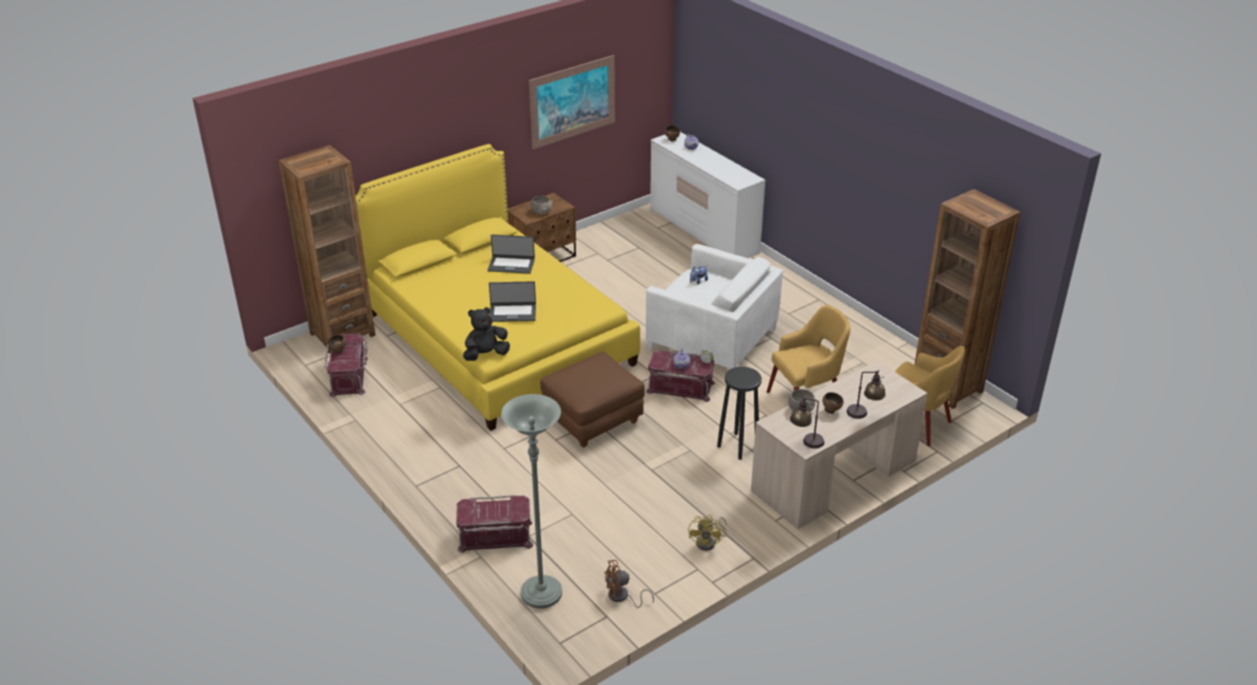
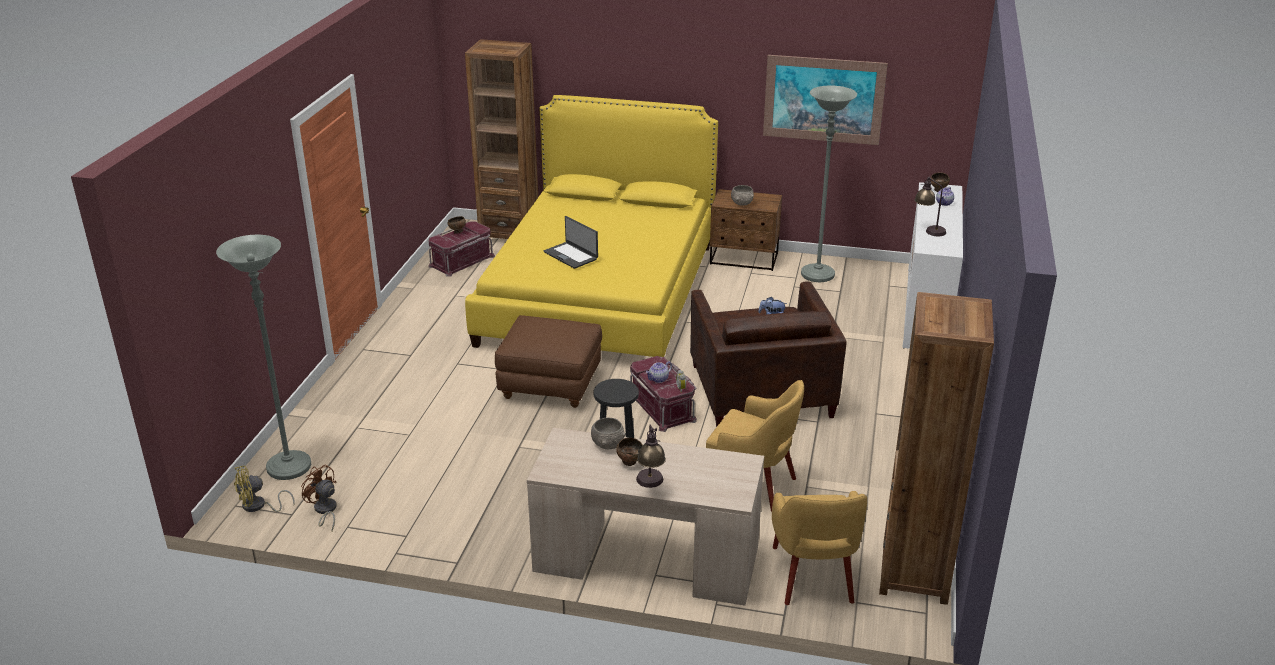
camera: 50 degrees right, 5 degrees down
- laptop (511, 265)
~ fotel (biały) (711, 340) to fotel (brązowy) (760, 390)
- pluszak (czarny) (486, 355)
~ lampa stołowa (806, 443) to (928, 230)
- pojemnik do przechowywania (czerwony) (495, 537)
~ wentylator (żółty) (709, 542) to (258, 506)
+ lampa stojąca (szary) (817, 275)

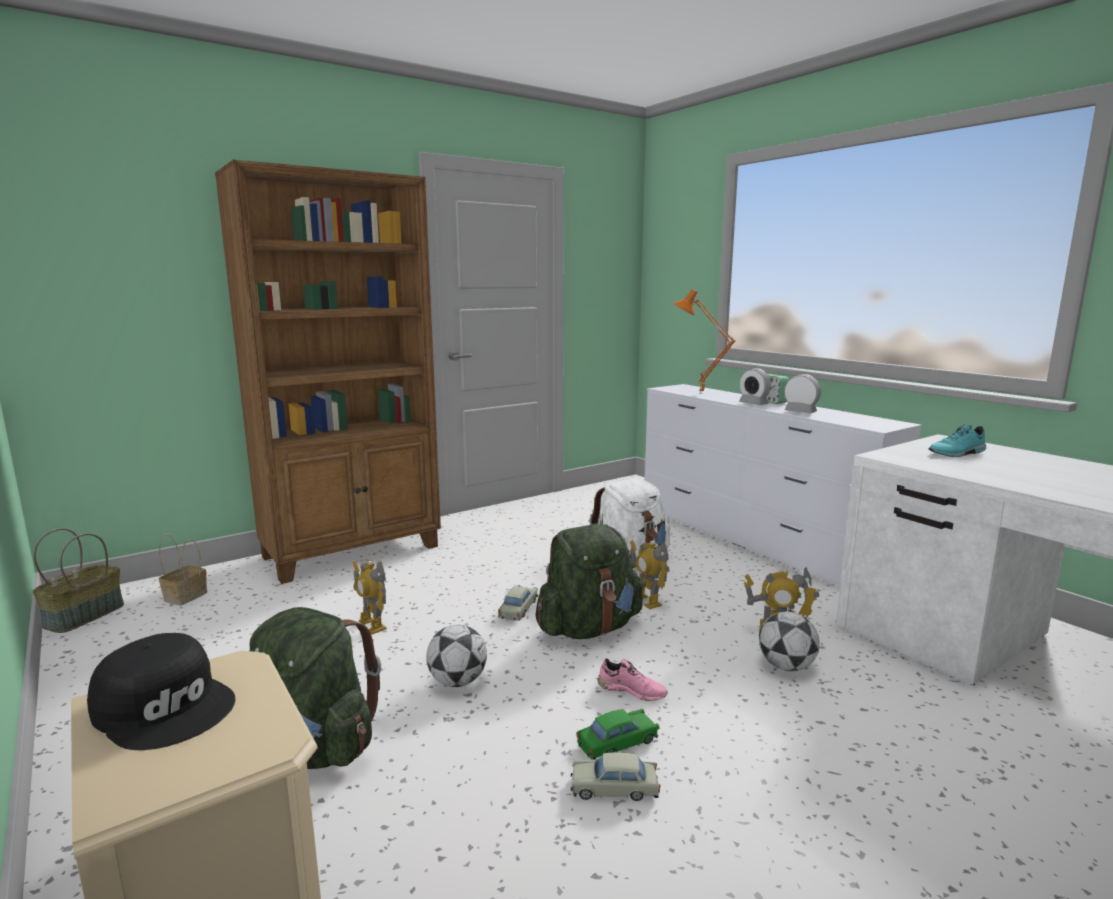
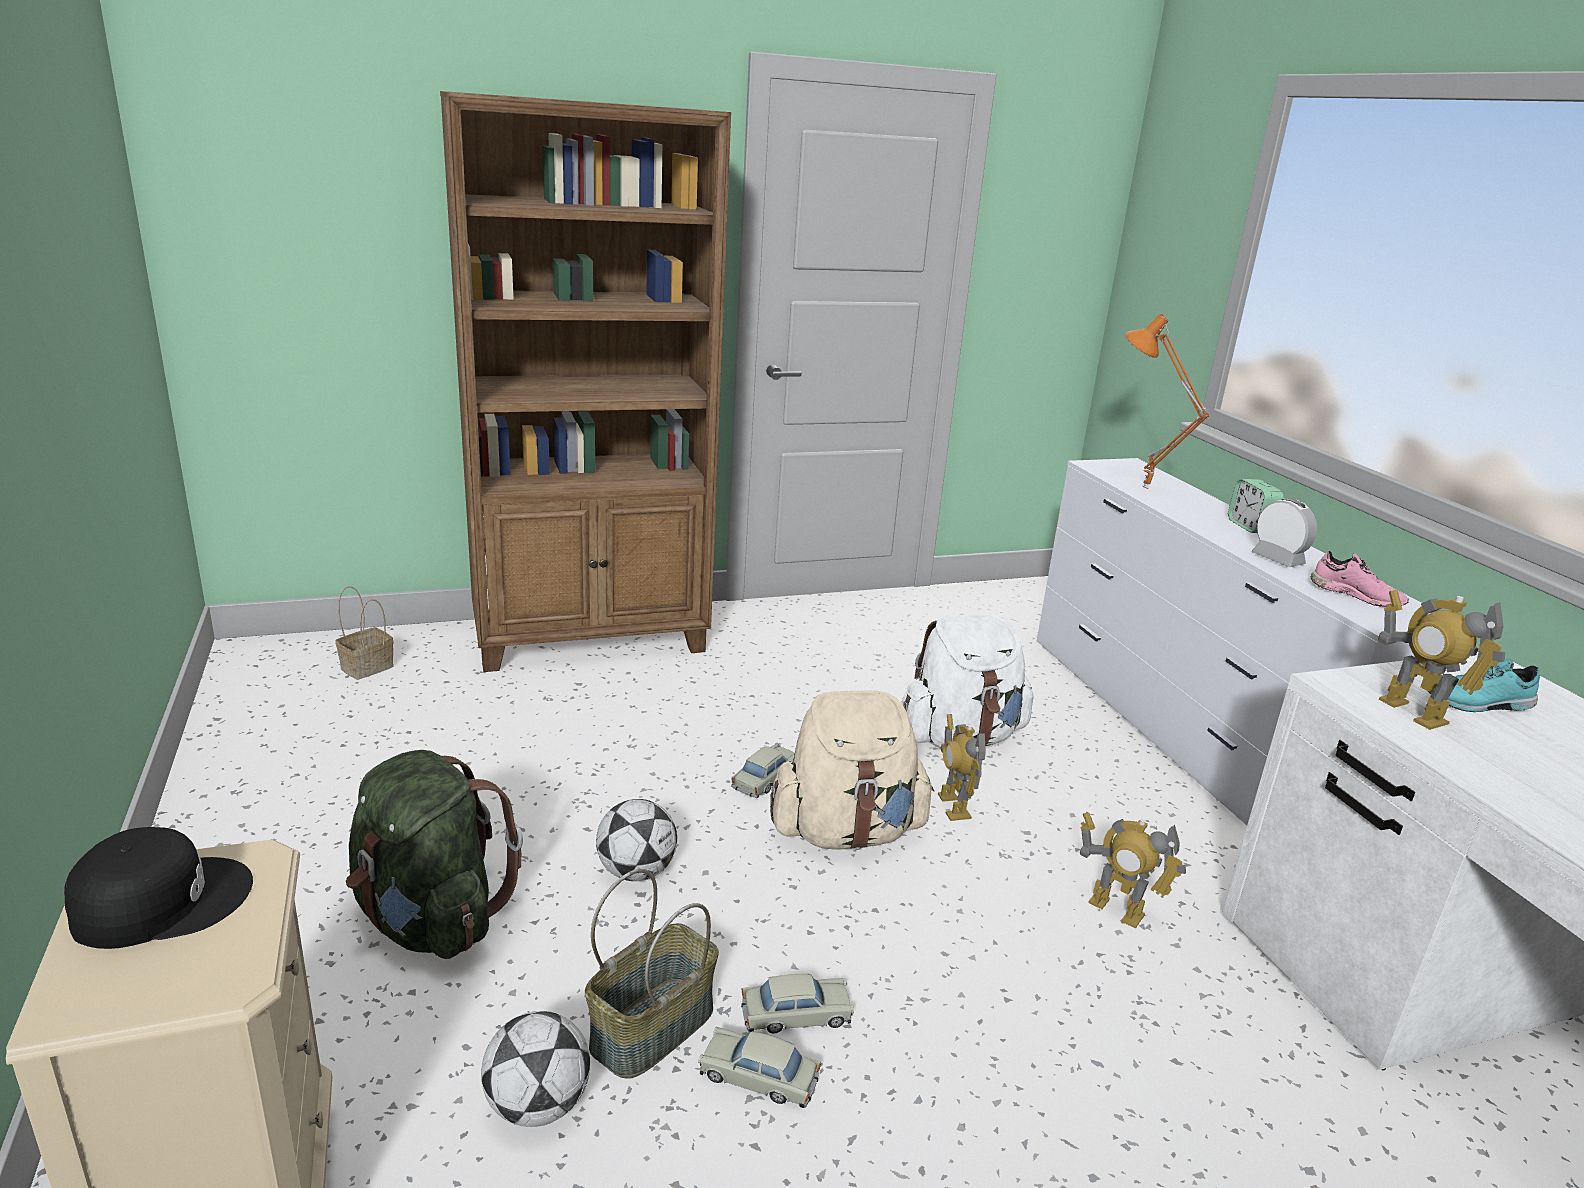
camera: 15 degrees right, 10 degrees up
- budzik (753, 403)
~ plecak (zielony) (588, 628) to plecak (beżowy) (847, 832)
~ koszyk (84, 615) to (652, 1026)
~ robot zabawkowy (372, 625) to (1412, 712)
~ piłka futbolowa (786, 666) to (538, 1106)
~ czapka z daszkiem (czarny) (166, 706) = (161, 900) 75 degrees counterclockwise
~ but (różowy) (632, 690) to (1357, 595)
~ samochodzik (zielony) (617, 742) to samochodzik (beżowy) (796, 1015)

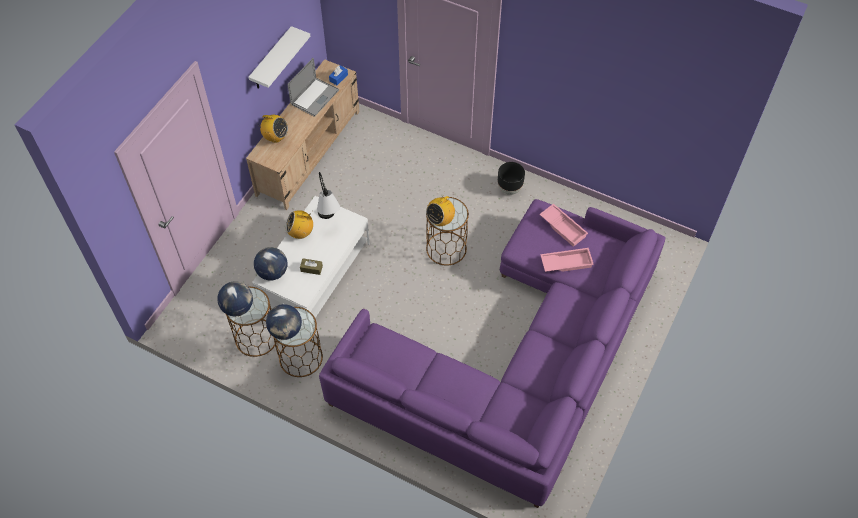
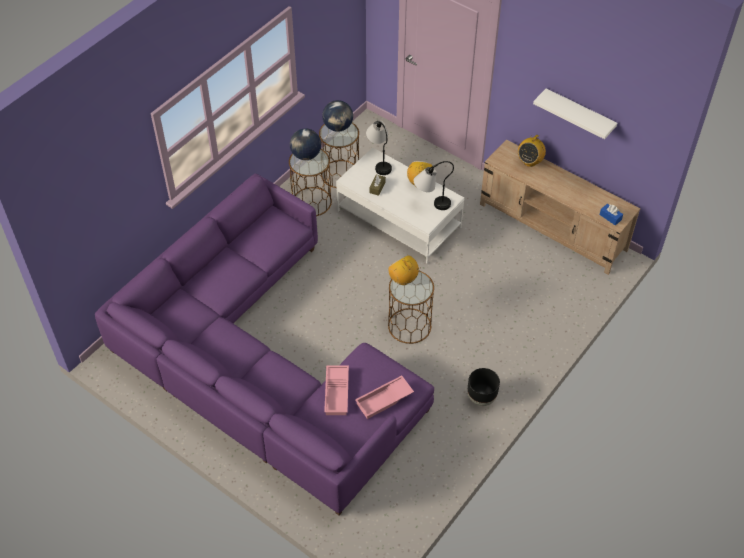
camera: 100 degrees right, 5 degrees down
- laptop (315, 97)
~ globus (273, 272) to lampa stołowa (379, 161)

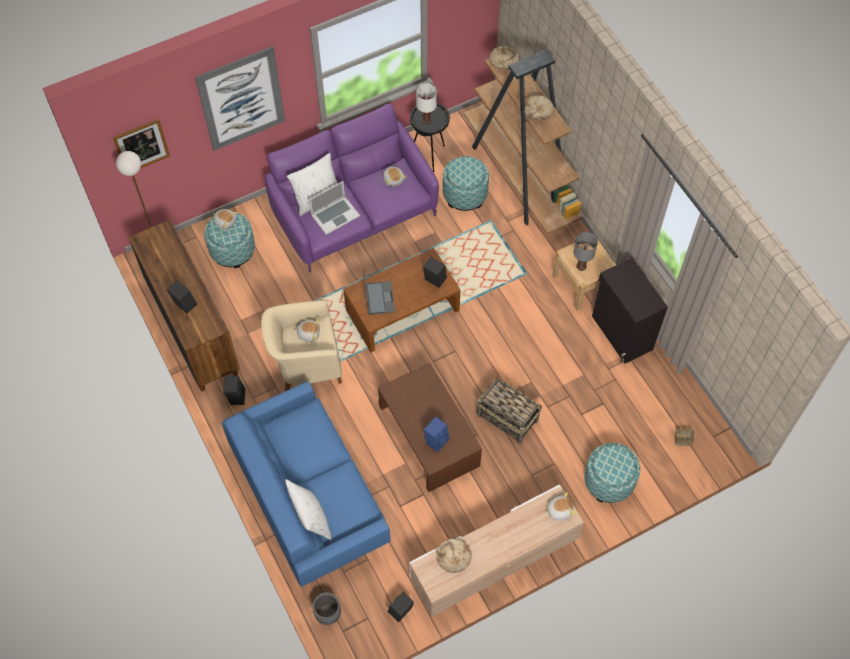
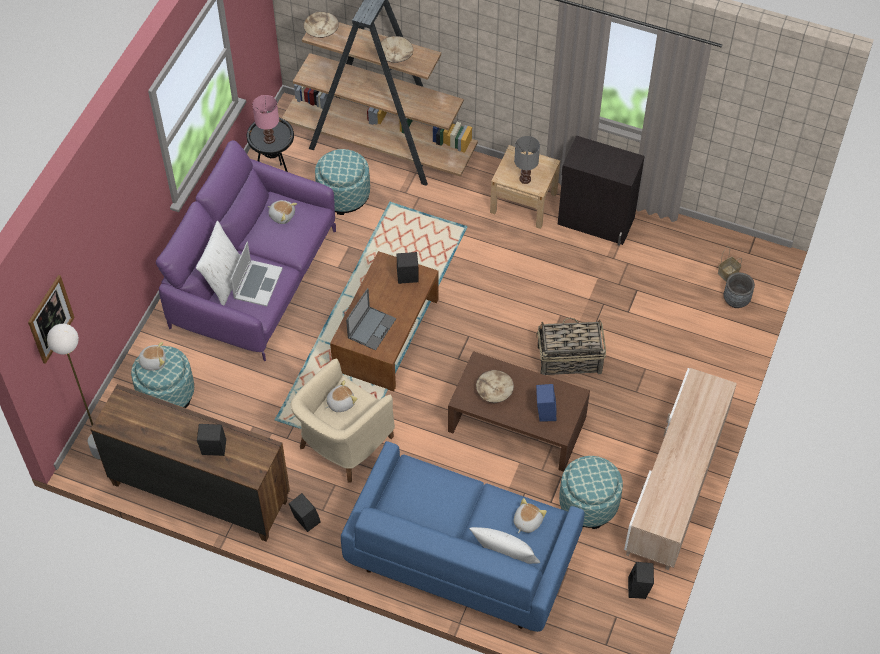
camera: 40 degrees left, 5 degrees down
- obraz (241, 99)
~ lampa stołowa (biały) (426, 120) to lampa stołowa (różowy) (269, 139)
~ laptop (379, 297) = (372, 328) 75 degrees clockwise
~ pufa (609, 481) to (588, 504)
~ pluszak (559, 510) to (526, 521)
~ miska (beżowy) (453, 558) to (494, 391)
~ donica (szary) (327, 613) to (736, 300)

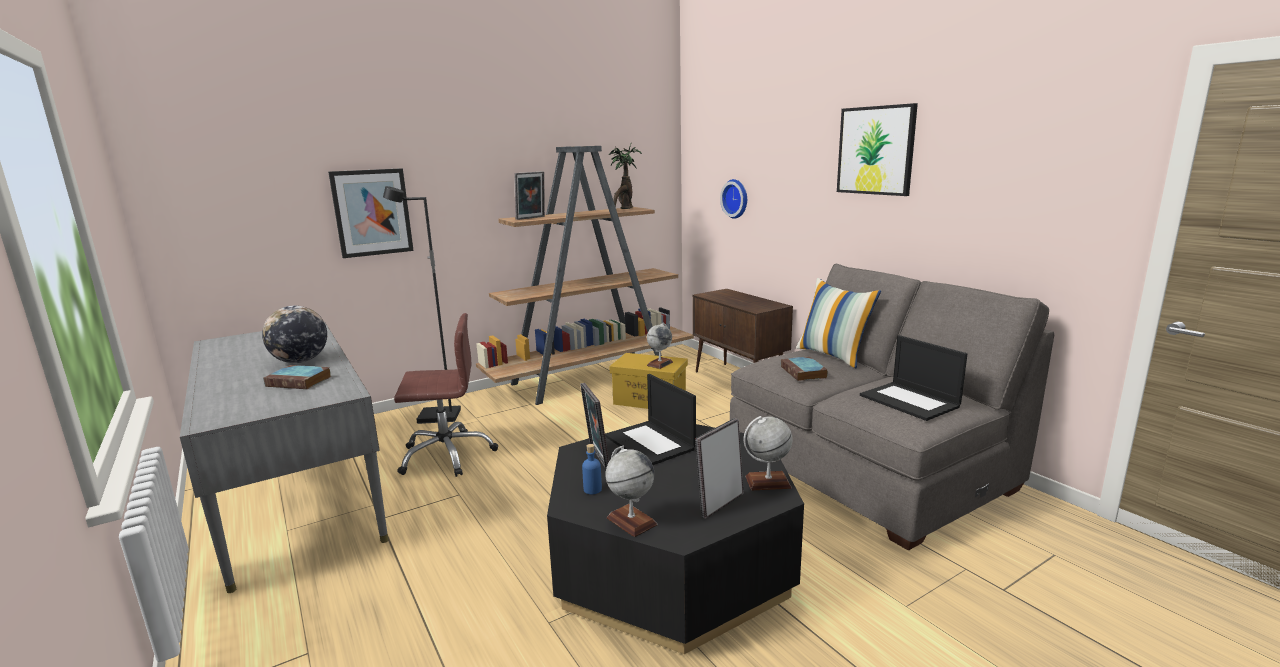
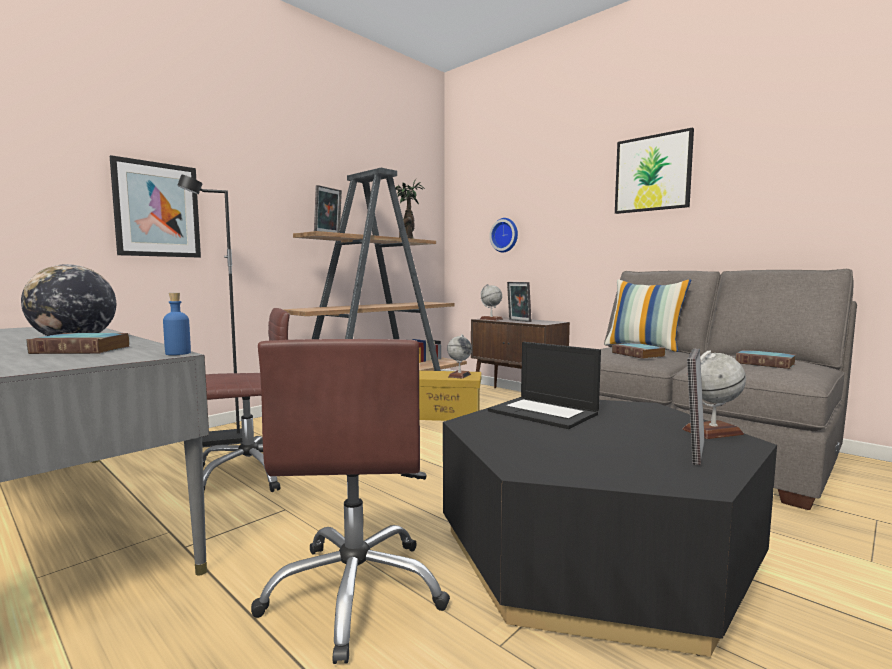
camera: 15 degrees left, 10 degrees down
~ laptop (910, 401) to książka (766, 363)
~ ramka na zdjęcie (596, 456) to (518, 321)
~ butelka (niebieski) (592, 489) to (178, 353)
~ globus (631, 521) to (491, 319)
+ krzesło biurowe (brązowy) (356, 592)

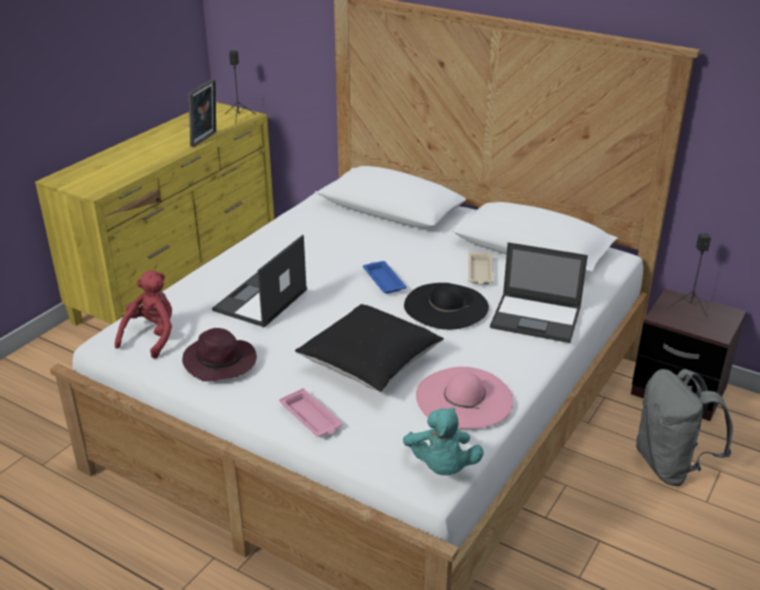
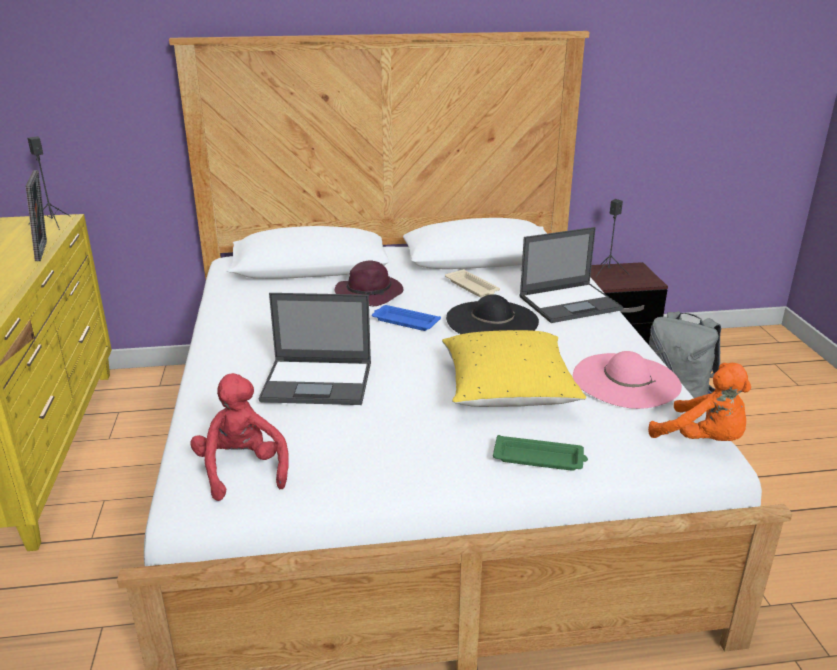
camera: 40 degrees left, 5 degrees down
~ laptop (260, 301) = (319, 382) 75 degrees counterclockwise
~ poduszka (czarny) (370, 364) to poduszka (żółty) (508, 391)
~ kapelusz (fioletowy) (221, 362) to (370, 293)
~ taca (różowy) (311, 418) to taca (zielony) (540, 459)
~ pluszak (turkusowy) (441, 467) to pluszak (pomarańczowy) (703, 440)

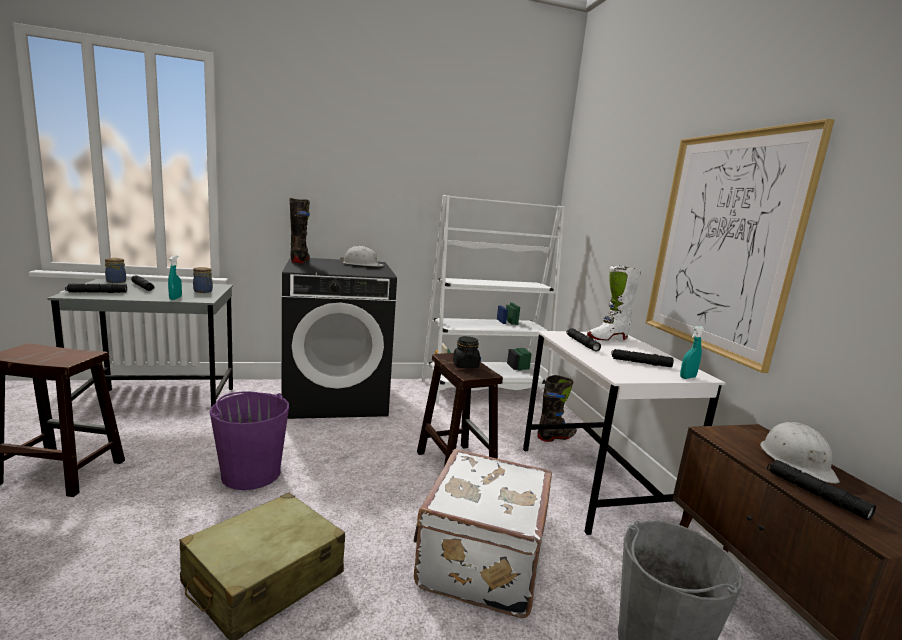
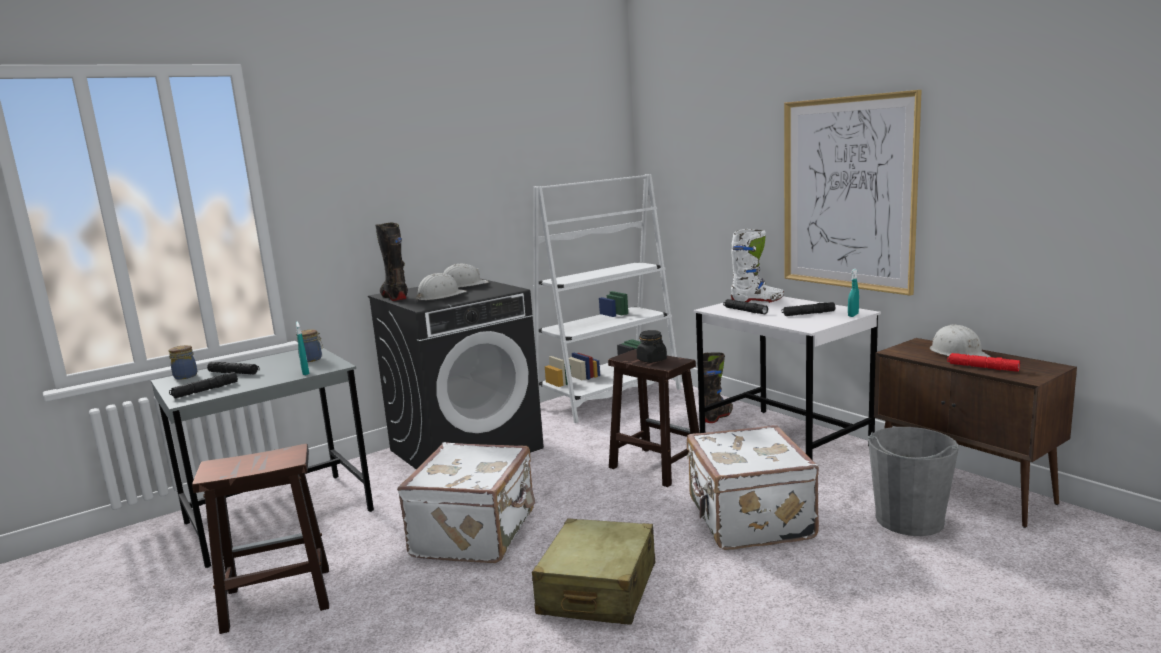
camera: 20 degrees left, 0 degrees up
~ but z cholewką (biały) (607, 338) = (757, 301) 135 degrees counterclockwise
~ wiadro (fioletowy) (251, 473) to walizka (biały) (476, 533)
~ latarka (czarny) (815, 494) to latarka (czerwony) (982, 367)
+ kask (biały) (440, 296)

